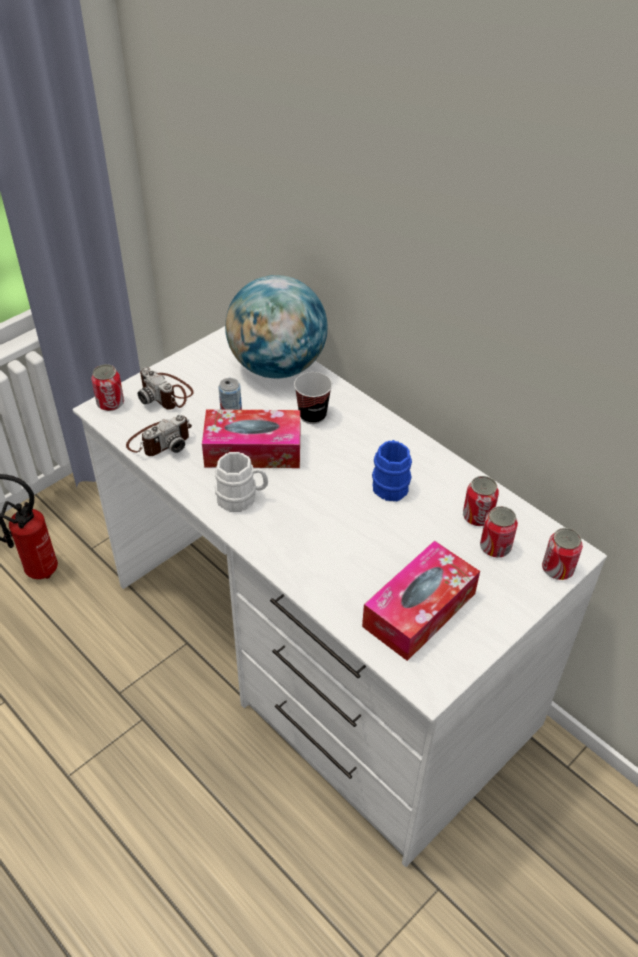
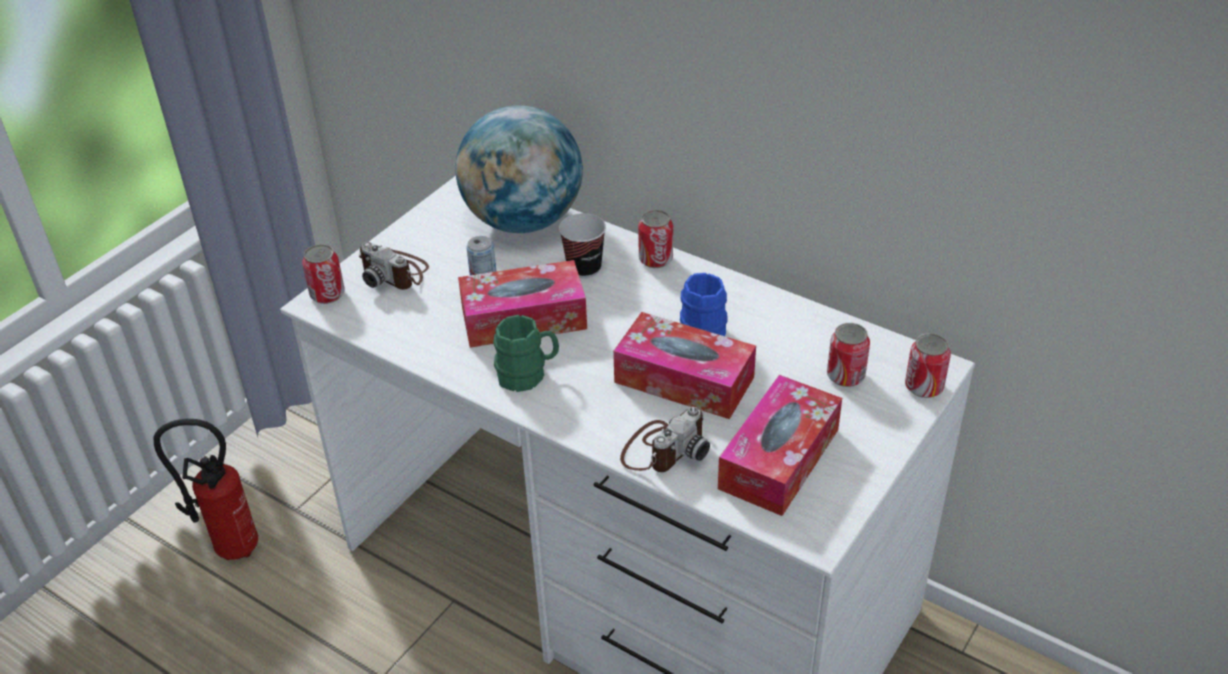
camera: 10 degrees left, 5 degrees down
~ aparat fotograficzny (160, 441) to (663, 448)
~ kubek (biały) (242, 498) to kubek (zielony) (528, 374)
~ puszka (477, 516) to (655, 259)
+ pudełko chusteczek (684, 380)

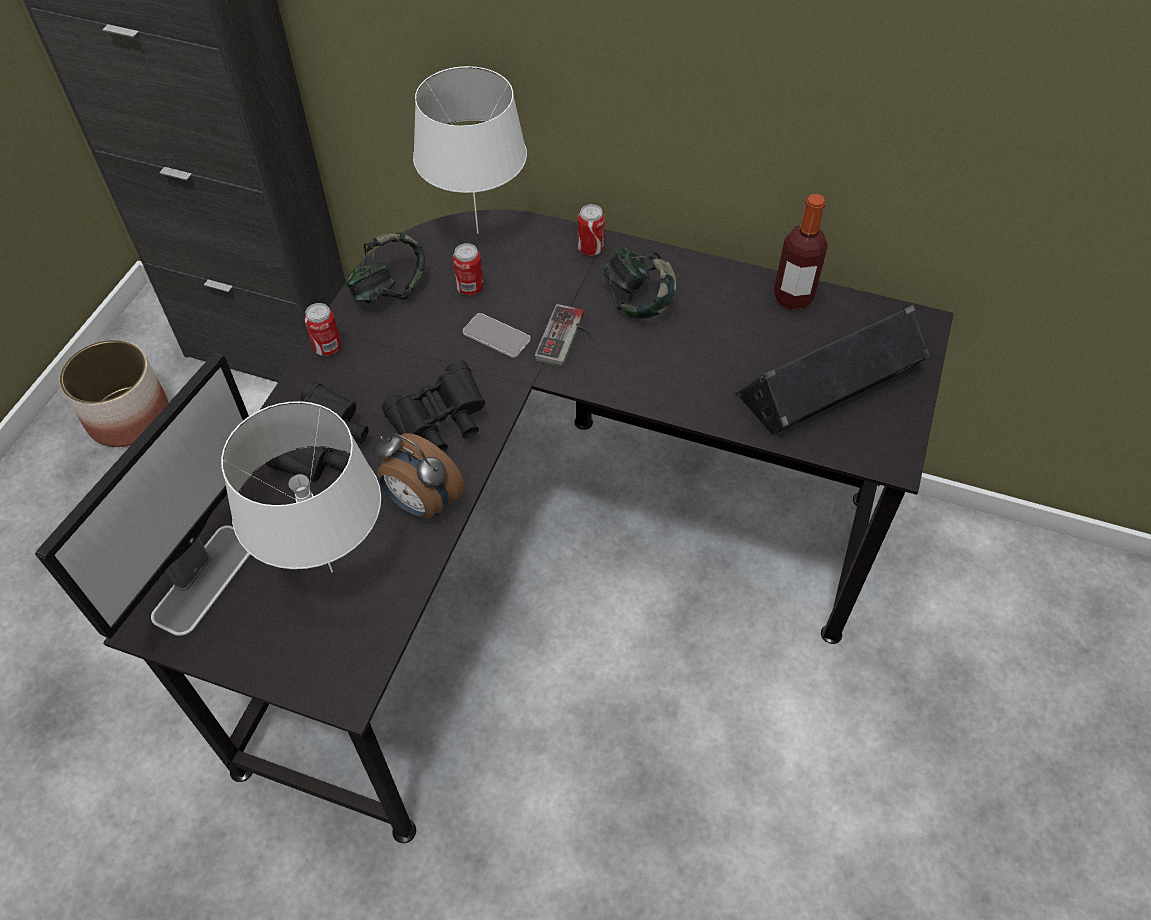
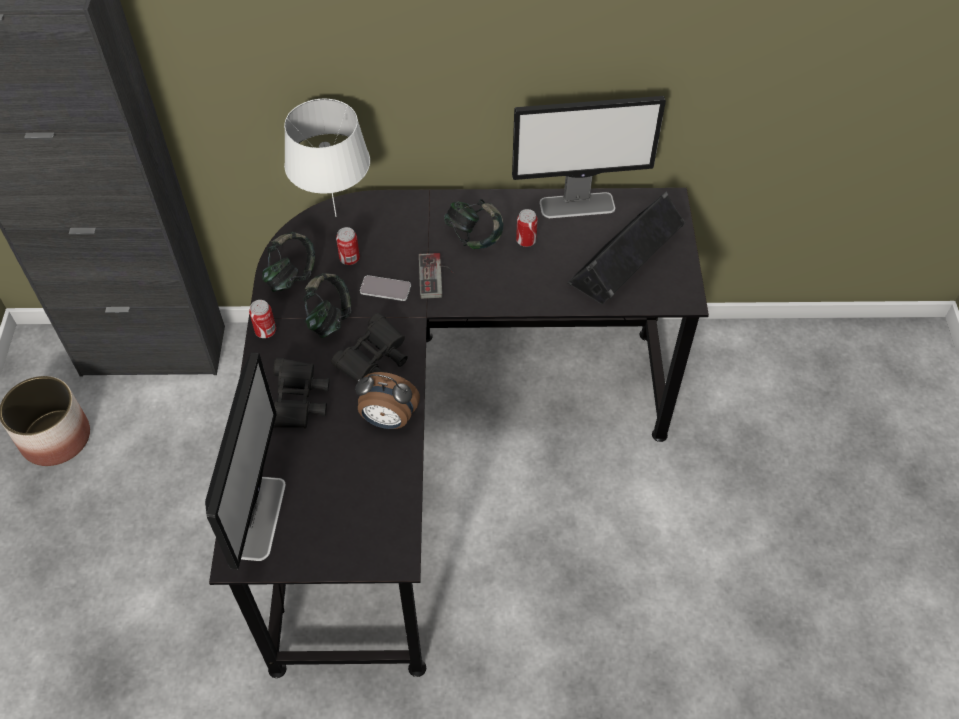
camera: 20 degrees left, 0 degrees up
~ butelka (793, 297) to monitor (578, 205)
~ puszka (590, 249) to (526, 241)
- lampa stołowa (biały) (331, 570)
+ słuchawki (329, 319)

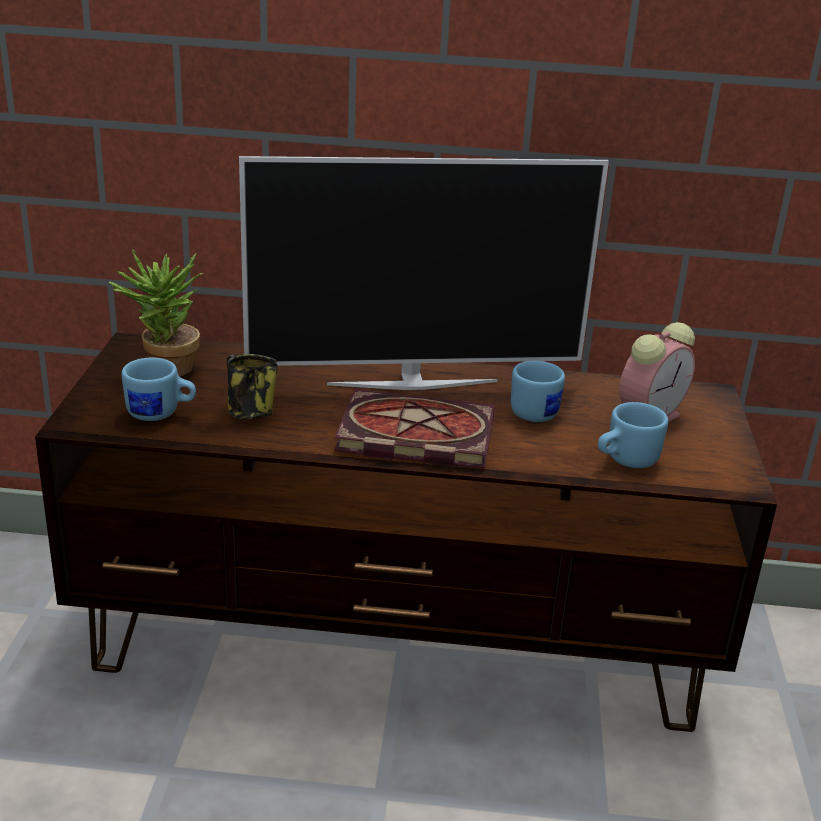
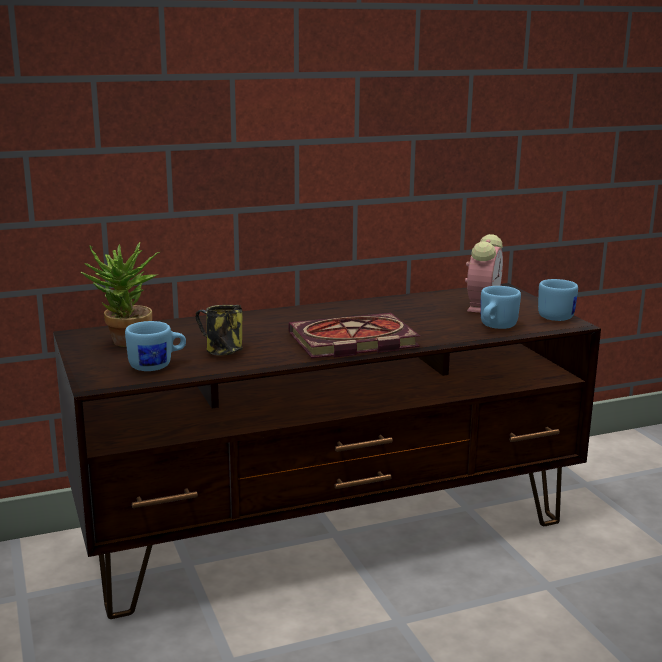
camera: 25 degrees left, 10 degrees down
- telewizor (412, 382)
~ kubek (niebieski) (539, 411) to (555, 315)

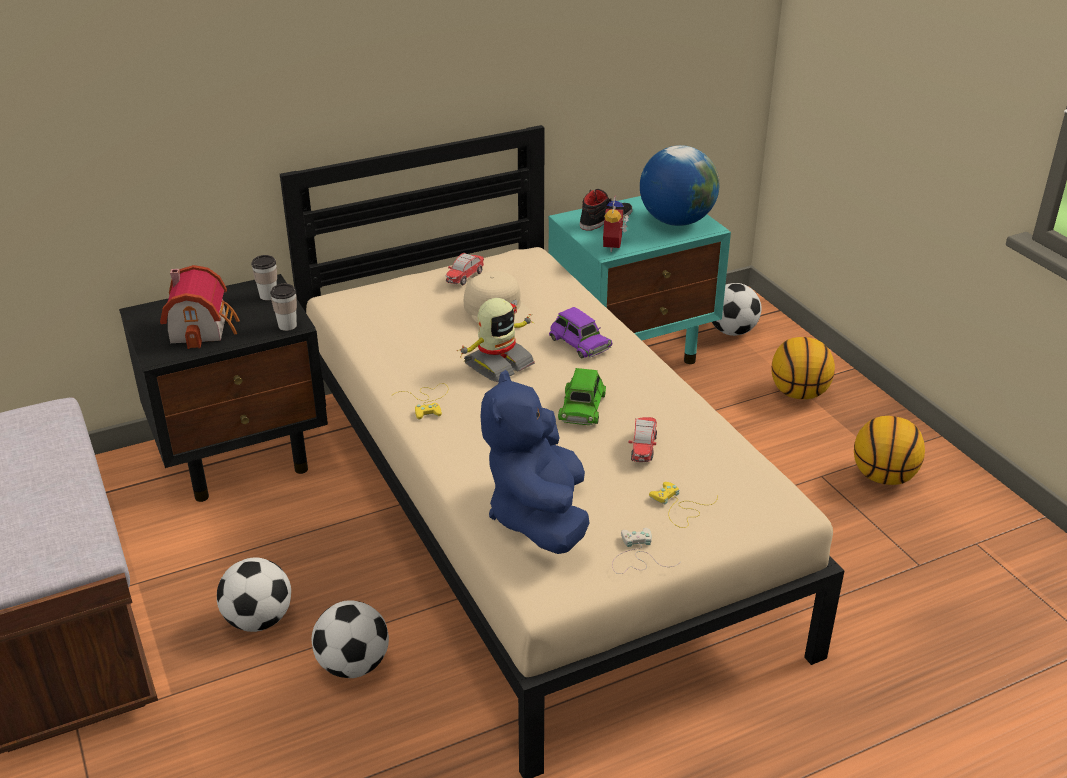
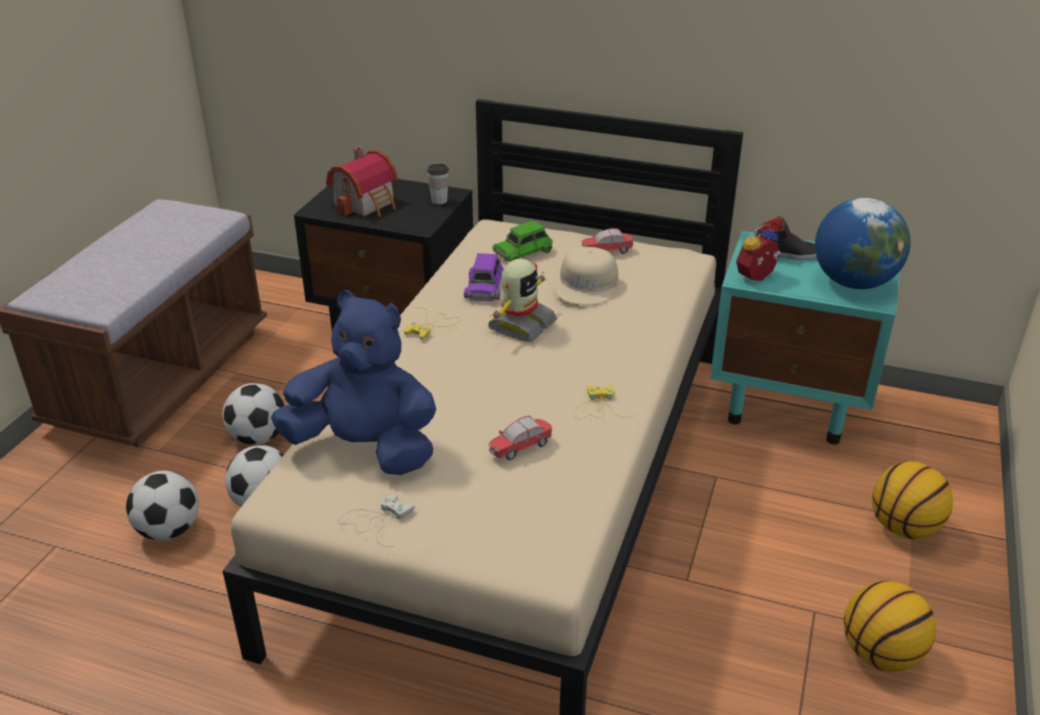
camera: 45 degrees right, 0 degrees up
~ piłka futbolowa (732, 331) to (169, 530)
- filiżanka (287, 326)
~ robot zabawkowy (497, 364) = (520, 325) 60 degrees counterclockwise
~ samochodzik (fioletowy) (579, 342) to (484, 287)
~ samochodzik (zielony) (582, 406) to (523, 251)
~ pluszak (niebieski) (539, 517) = (365, 448) 60 degrees clockwise
~ pad do gier (żółty) (679, 508) to (598, 407)

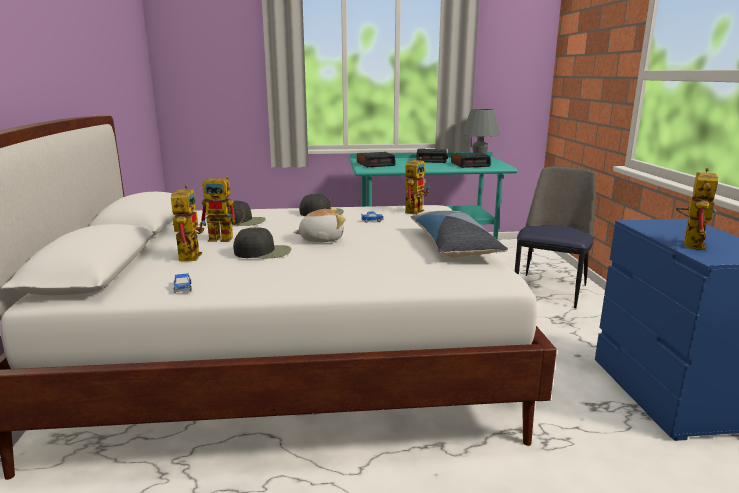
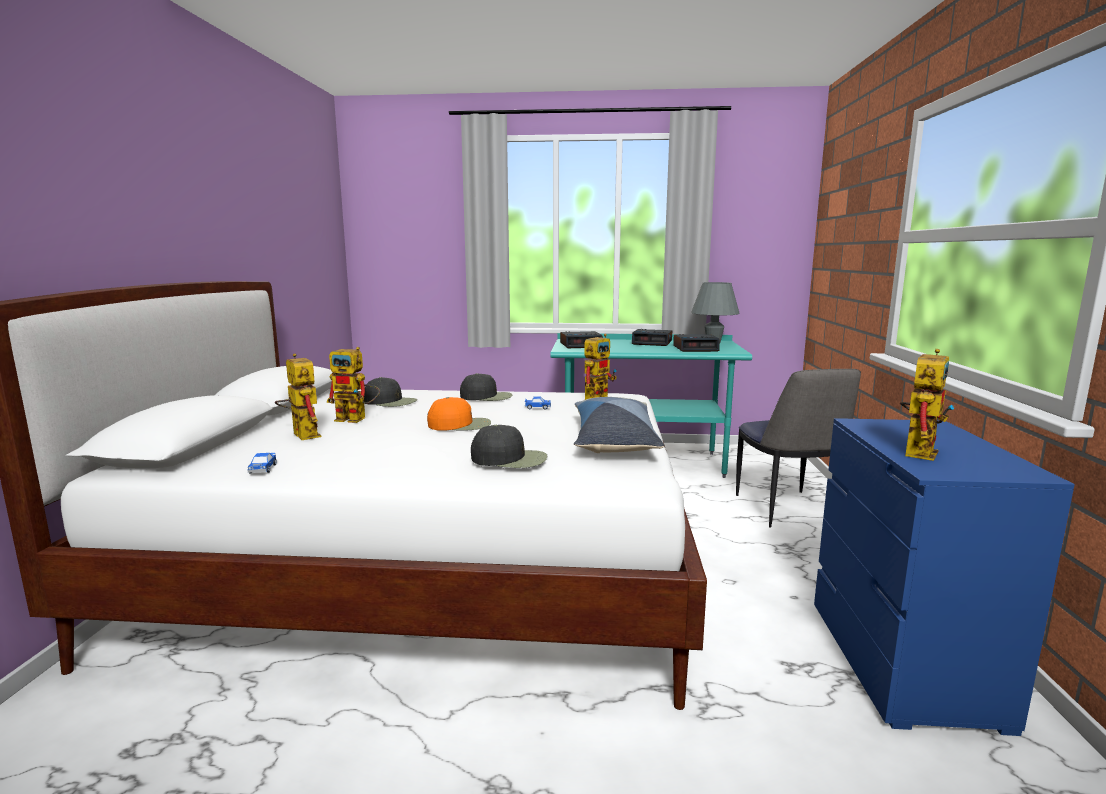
camera: 10 degrees right, 5 degrees down
~ krzesło (550, 290) = (789, 510) 135 degrees clockwise
~ robot zabawkowy (189, 255) = (301, 434) 45 degrees counterclockwise
~ pluszak (321, 239) to czapka z daszkiem (pomarańczowy) (460, 424)
~ czapka z daszkiem (czarny) (263, 252) to (510, 459)

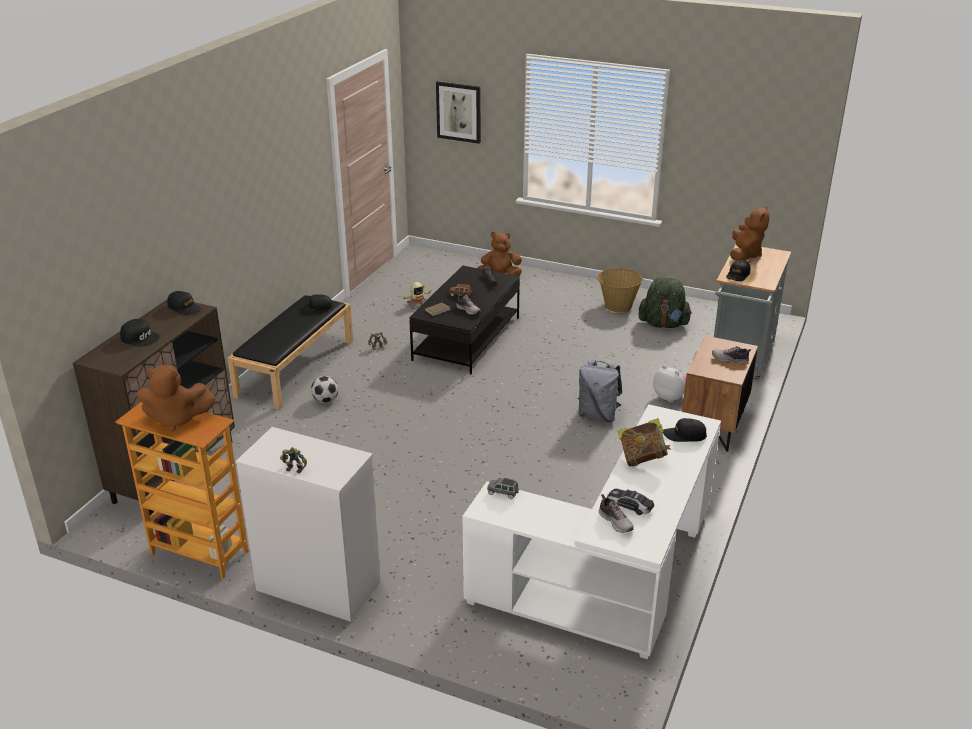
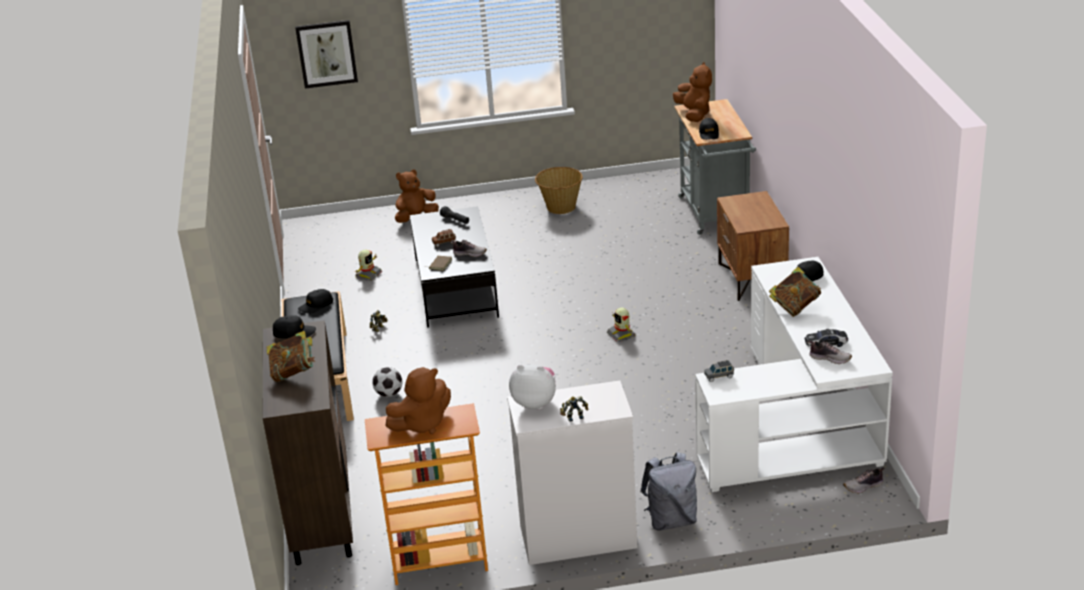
camera: 30 degrees left, 0 degrees up
- plecak (zielony) (663, 324)
~ czapka z daszkiem (czarny) (140, 337) to książka (294, 372)
~ but (730, 360) to (864, 486)
~ plecak (szary) (598, 415) to (671, 520)
~ pluszak (670, 397) to (535, 402)
+ robot zabawkowy (621, 334)

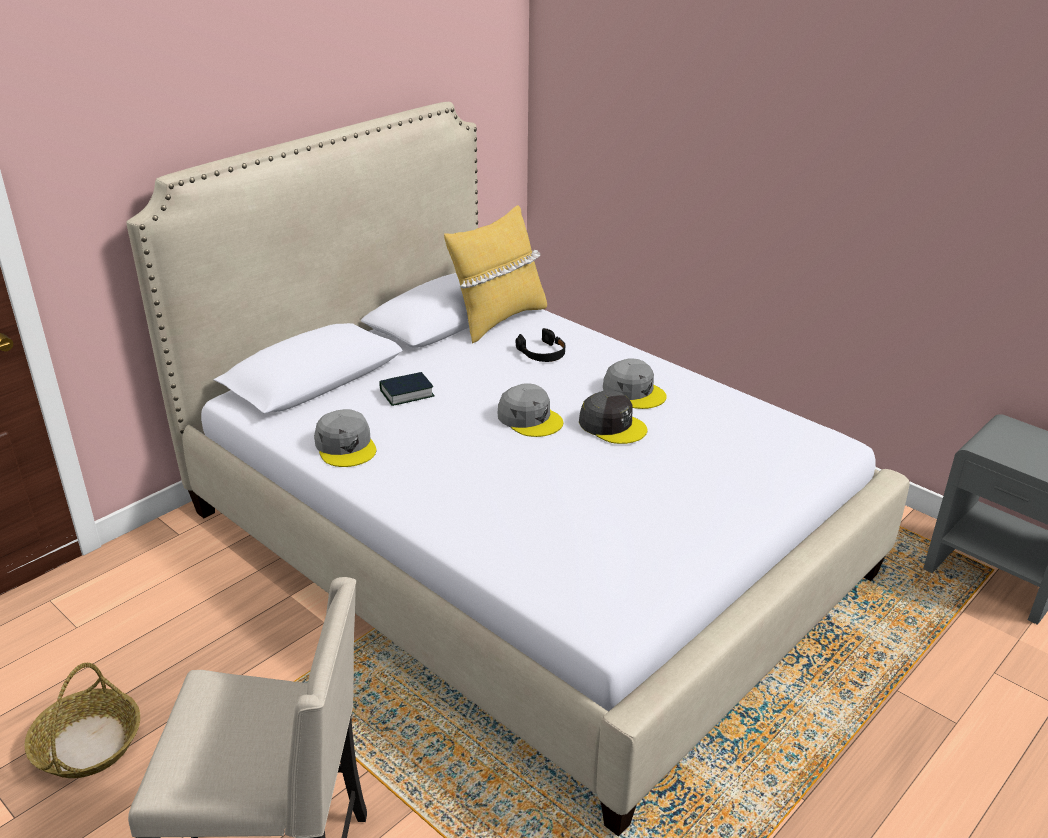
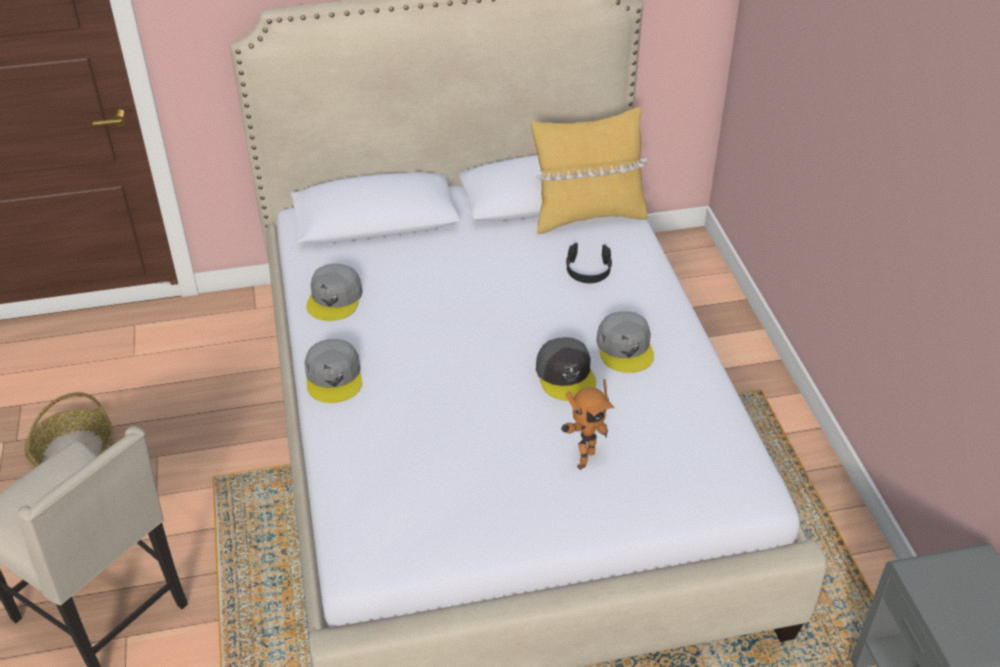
camera: 35 degrees right, 10 degrees up
- książka (406, 393)
~ czapka z daszkiem (szary) (530, 418) to (334, 376)
+ robot zabawkowy (582, 458)

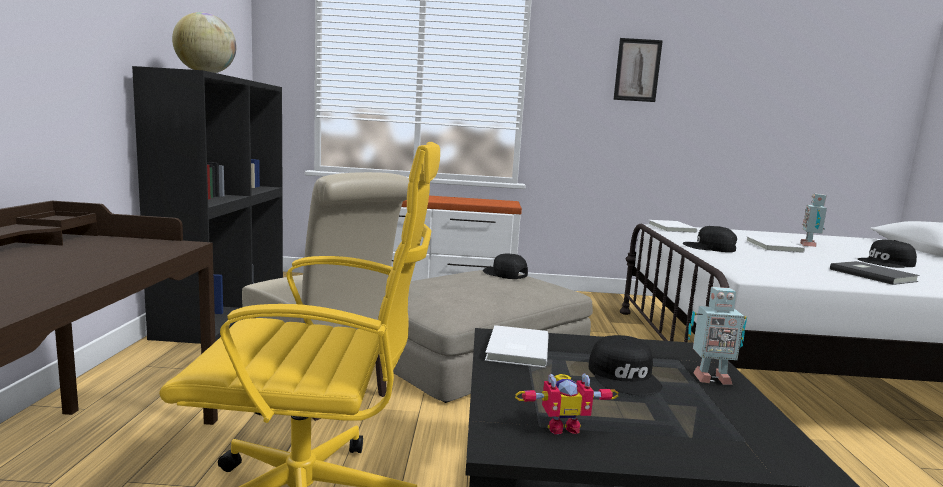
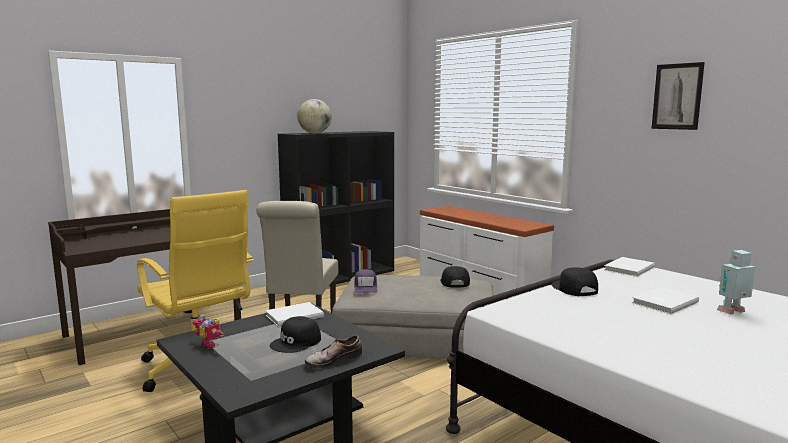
camera: 50 degrees right, 0 degrees up
- czapka z daszkiem (czarny) (887, 263)
- książka (szary) (872, 275)
~ robot zabawkowy (709, 378) to but (332, 360)
+ czapka z daszkiem (fioletowy) (365, 287)

